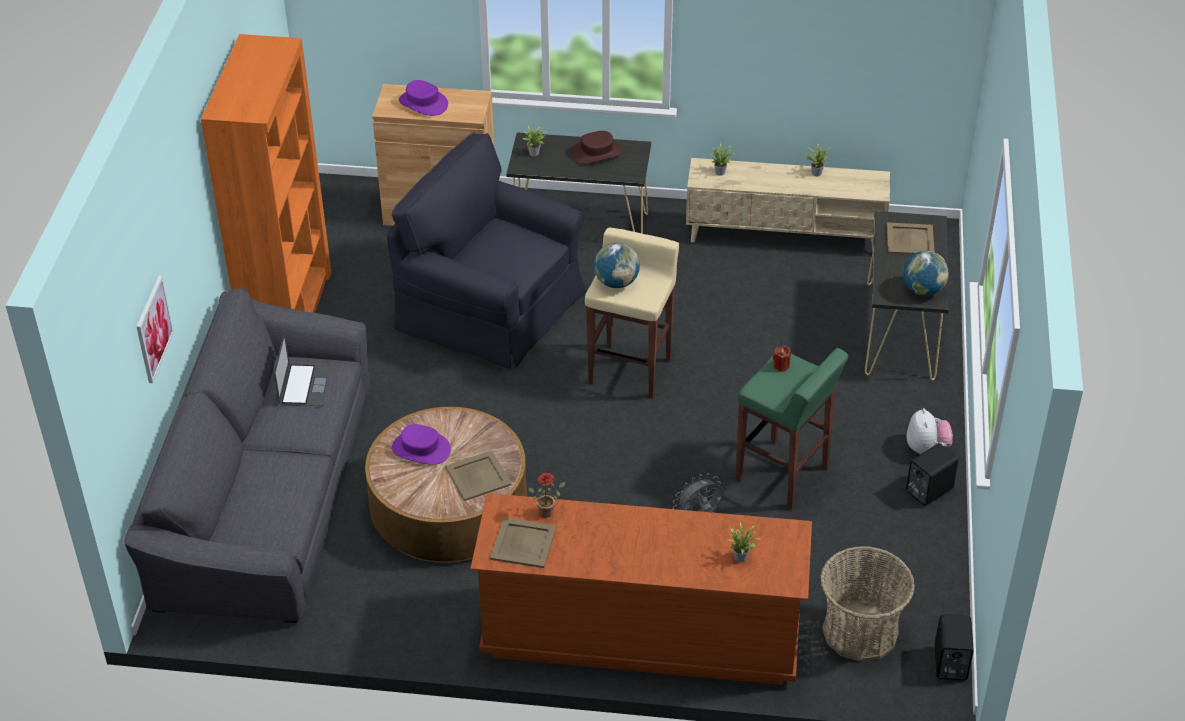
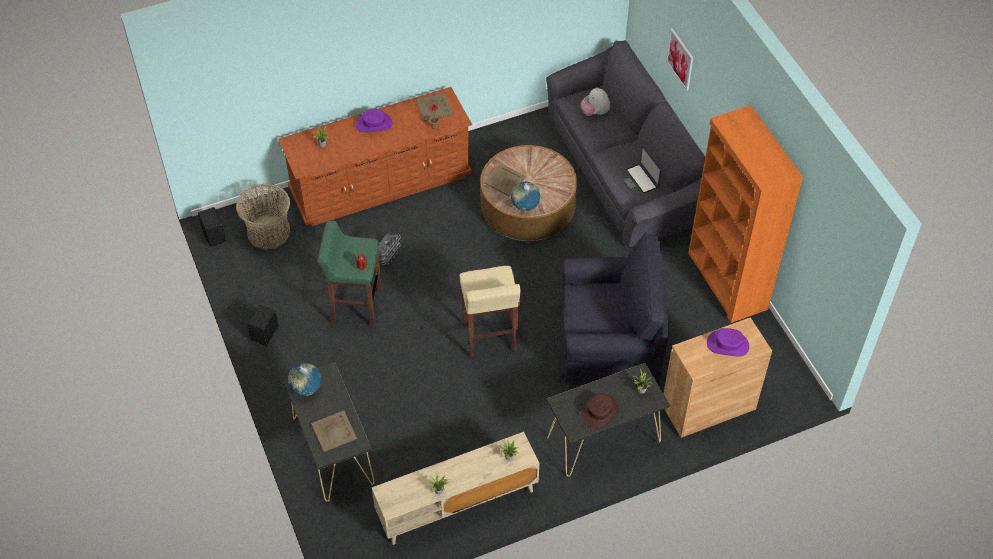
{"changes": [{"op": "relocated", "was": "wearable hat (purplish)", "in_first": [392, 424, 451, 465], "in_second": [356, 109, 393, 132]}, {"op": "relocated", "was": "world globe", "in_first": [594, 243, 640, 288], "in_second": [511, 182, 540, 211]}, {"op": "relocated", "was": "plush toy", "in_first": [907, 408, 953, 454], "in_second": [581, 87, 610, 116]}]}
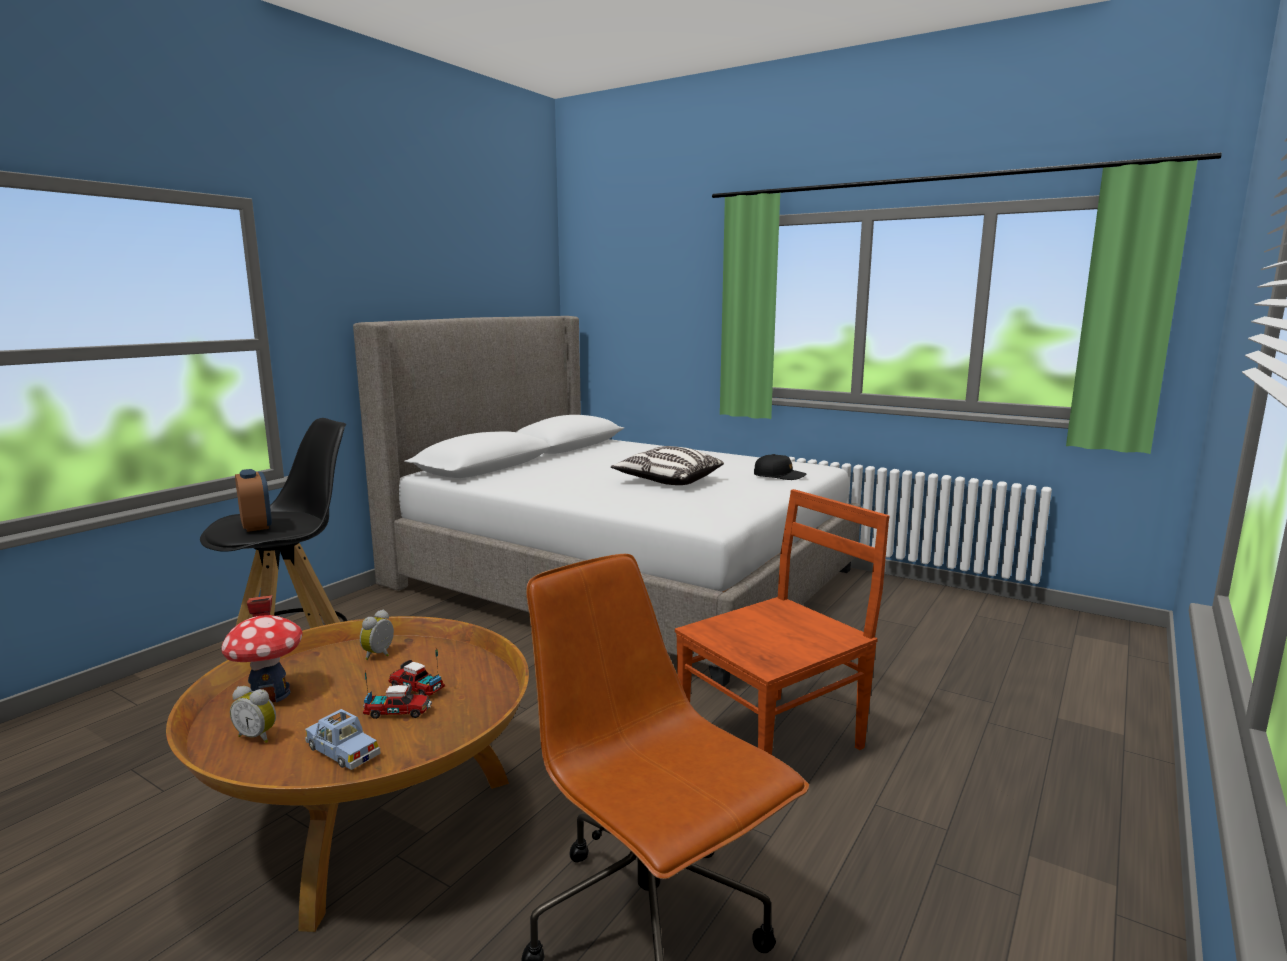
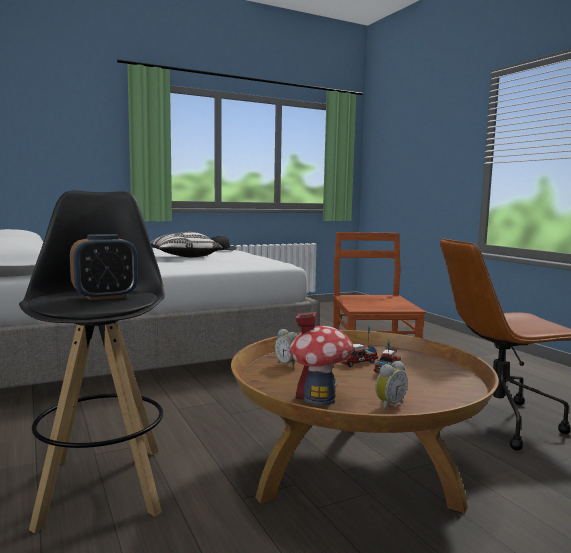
{"changes": [{"op": "spun", "was": "bedside clock", "in_first": [235, 469, 272, 532], "in_second": [70, 234, 138, 301], "clockwise": 150}, {"op": "missing", "was": "model car (blue-coloured)", "in_first": [305, 709, 381, 770]}]}
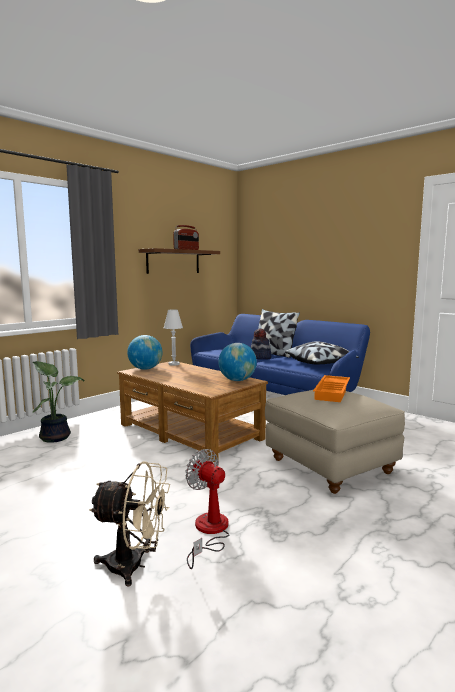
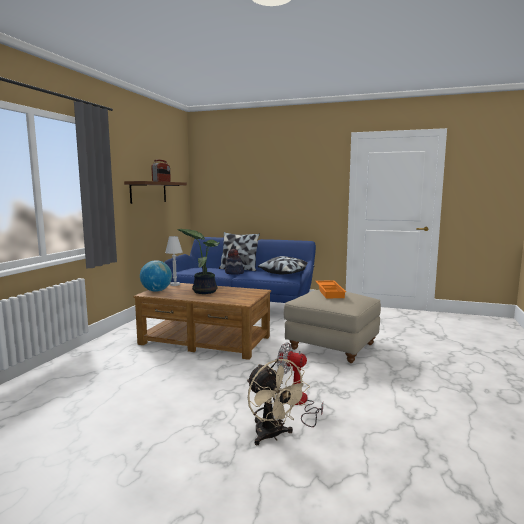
{"changes": [{"op": "relocated", "was": "houseplant", "in_first": [33, 361, 84, 443], "in_second": [178, 229, 220, 294]}, {"op": "spun", "was": "cooling fan (sand-coloured)", "in_first": [89, 461, 170, 587], "in_second": [247, 359, 310, 445], "clockwise": 75}, {"op": "missing", "was": "world globe", "in_first": [218, 343, 257, 381]}]}
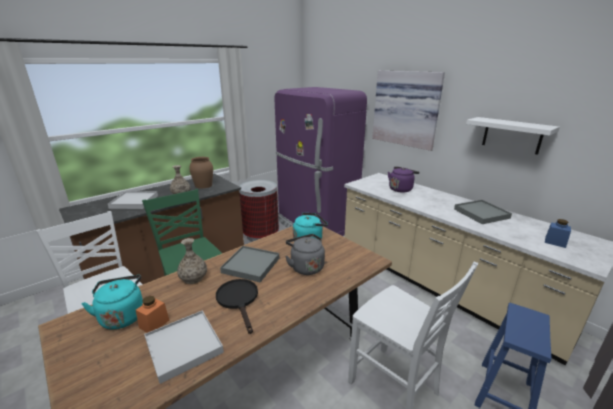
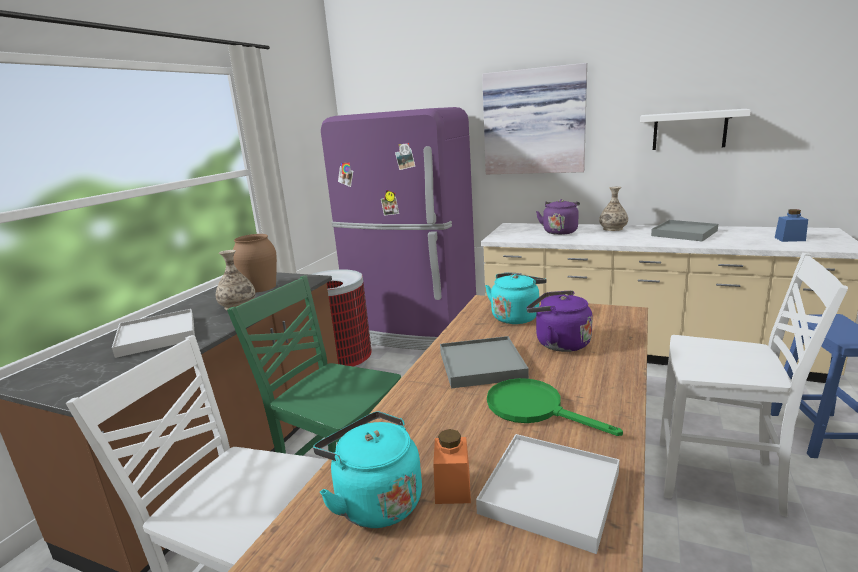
{"changes": [{"op": "colour", "was": "frying pan (black)", "now": "frying pan (green-coloured)", "in_first": [216, 279, 258, 334], "in_second": [487, 378, 623, 436]}, {"op": "colour", "was": "water kettle (grey)", "now": "water kettle (purplish)", "in_first": [285, 234, 325, 275], "in_second": [526, 290, 593, 352]}, {"op": "relocated", "was": "vase", "in_first": [177, 238, 207, 284], "in_second": [599, 187, 628, 231]}]}
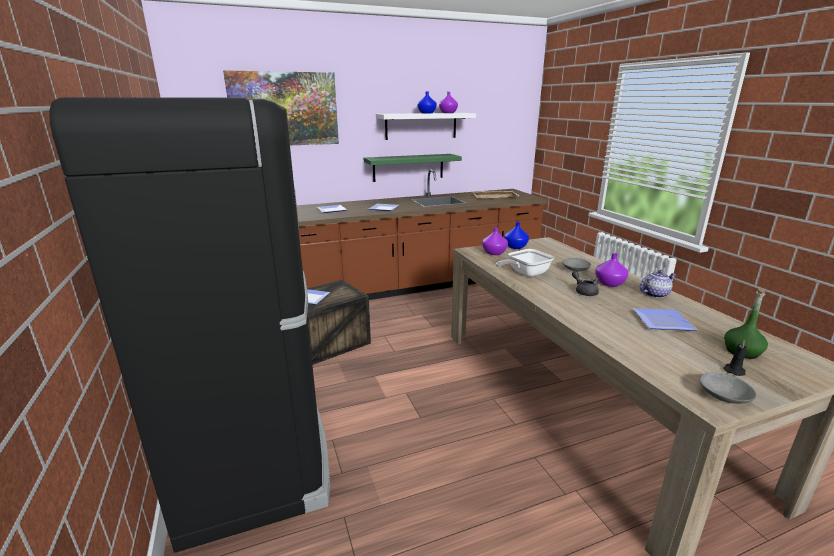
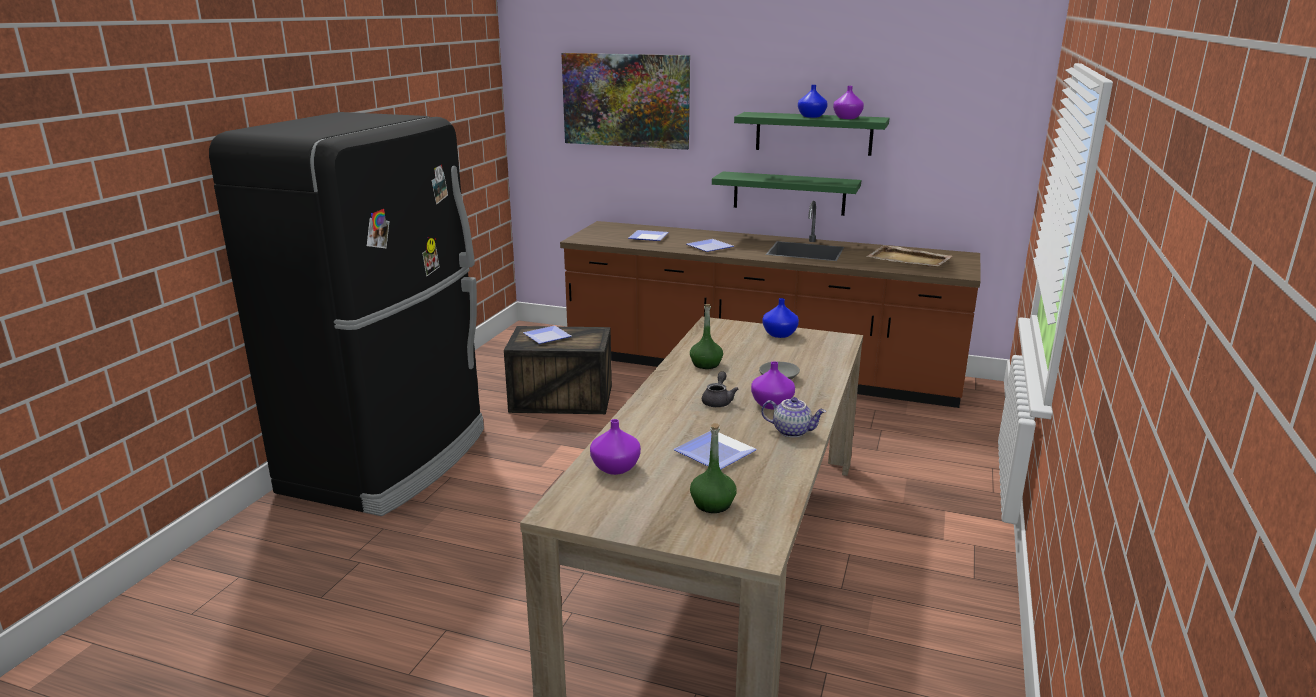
{"changes": [{"op": "relocated", "was": "vase (purplish)", "in_first": [482, 227, 508, 255], "in_second": [590, 419, 641, 475]}, {"op": "exchanged", "was": "frying pan", "now": "drink bottle (green-coloured)", "in_first": [496, 249, 554, 277], "in_second": [690, 304, 723, 369]}, {"op": "colour", "was": "shelf (white-coloured)", "now": "shelf (green-coloured)", "in_first": [376, 113, 476, 140], "in_second": [734, 112, 889, 156]}, {"op": "missing", "was": "serving bowl (grey)", "in_first": [699, 372, 757, 404]}, {"op": "missing", "was": "candle (black)", "in_first": [723, 340, 747, 376]}]}
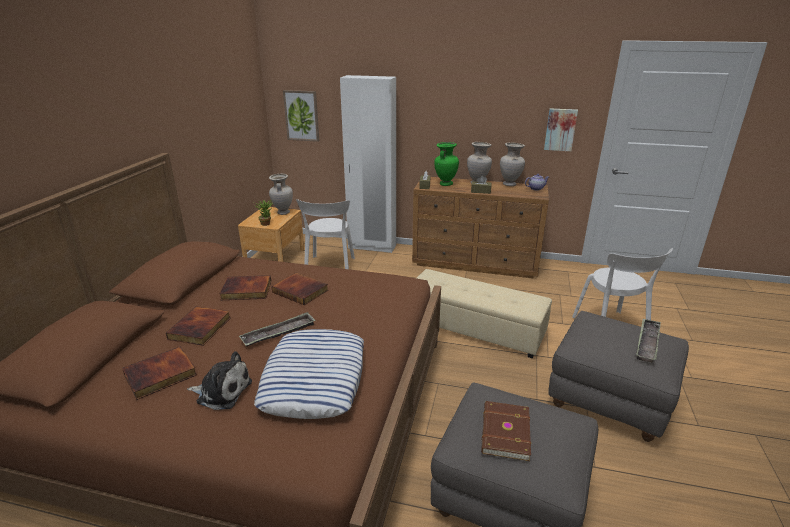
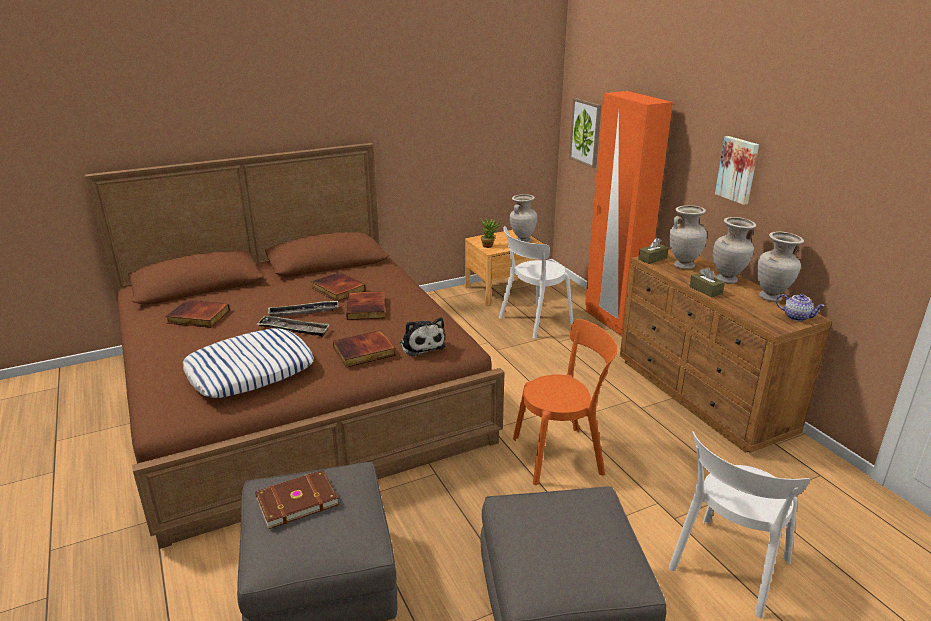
{"changes": [{"op": "relocated", "was": "tray", "in_first": [636, 319, 661, 363], "in_second": [267, 300, 338, 317]}, {"op": "relocated", "was": "volume", "in_first": [166, 306, 231, 346], "in_second": [333, 330, 396, 367]}, {"op": "relocated", "was": "plush toy", "in_first": [187, 351, 252, 410], "in_second": [400, 317, 445, 357]}, {"op": "exchanged", "was": "footrest (sand-coloured)", "now": "chair (orange)", "in_first": [417, 269, 552, 359], "in_second": [513, 319, 617, 485]}, {"op": "colour", "was": "wardrobe (white-coloured)", "now": "wardrobe (orange)", "in_first": [340, 75, 396, 253], "in_second": [585, 91, 673, 336]}, {"op": "colour", "was": "vase (green-coloured)", "now": "vase (sand-coloured)", "in_first": [434, 142, 459, 186], "in_second": [669, 205, 707, 269]}, {"op": "relocated", "was": "wall picture", "in_first": [544, 108, 578, 151], "in_second": [715, 136, 759, 205]}]}
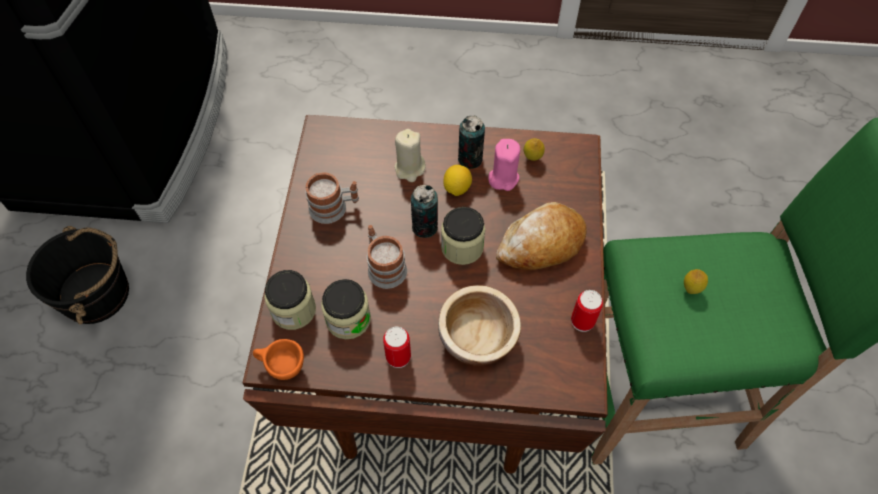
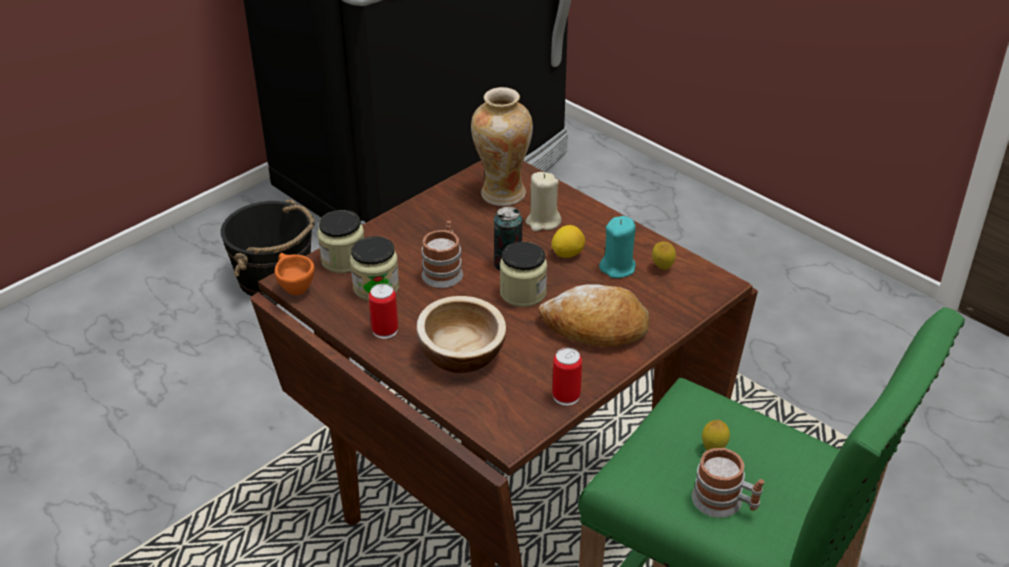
{"changes": [{"op": "appeared", "now": "vase", "in_second": [471, 87, 533, 206]}, {"op": "colour", "was": "candle (pink-coloured)", "now": "candle (turquoise)", "in_first": [488, 139, 520, 191], "in_second": [599, 216, 636, 278]}, {"op": "relocated", "was": "coffee mug", "in_first": [305, 172, 359, 224], "in_second": [692, 448, 764, 518]}, {"op": "missing", "was": "can", "in_first": [458, 116, 485, 169]}]}
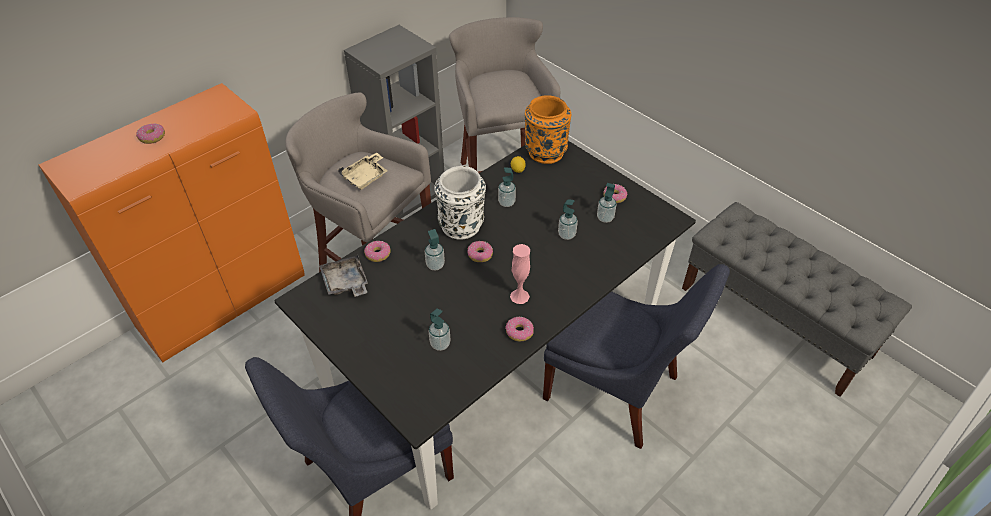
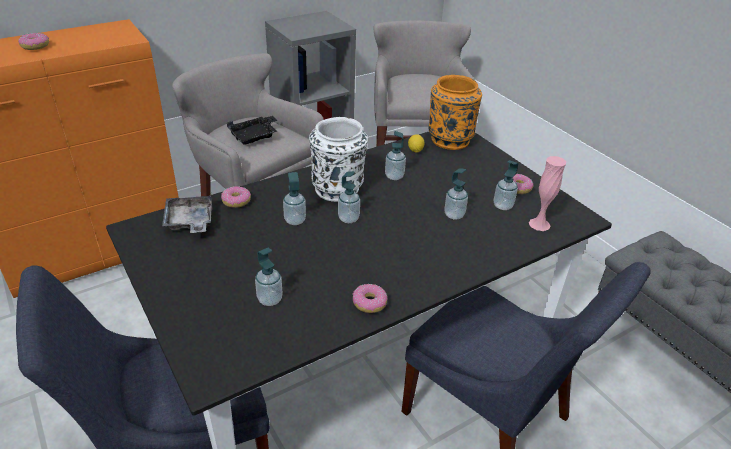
{"changes": [{"op": "colour", "was": "tray (sand-coloured)", "now": "tray (black)", "in_first": [338, 153, 388, 190], "in_second": [227, 116, 278, 145]}, {"op": "exchanged", "was": "ring doughnut", "now": "liquid soap bottle", "in_first": [467, 241, 493, 262], "in_second": [338, 171, 360, 223]}, {"op": "relocated", "was": "vase (pink-coloured)", "in_first": [510, 244, 530, 304], "in_second": [529, 156, 566, 231]}]}
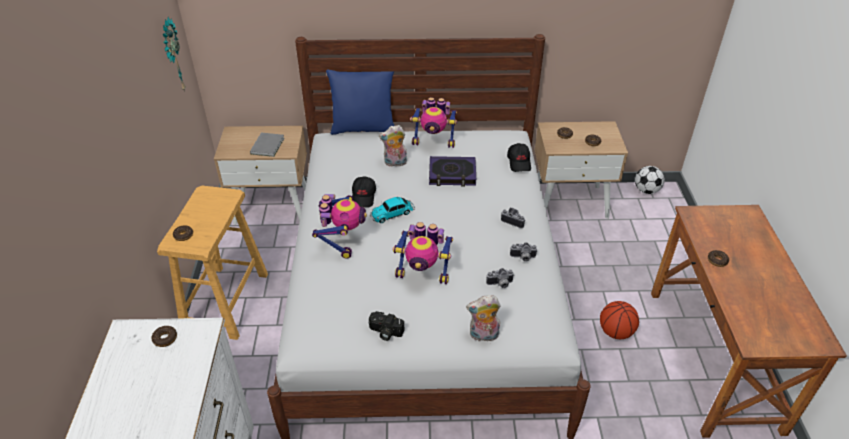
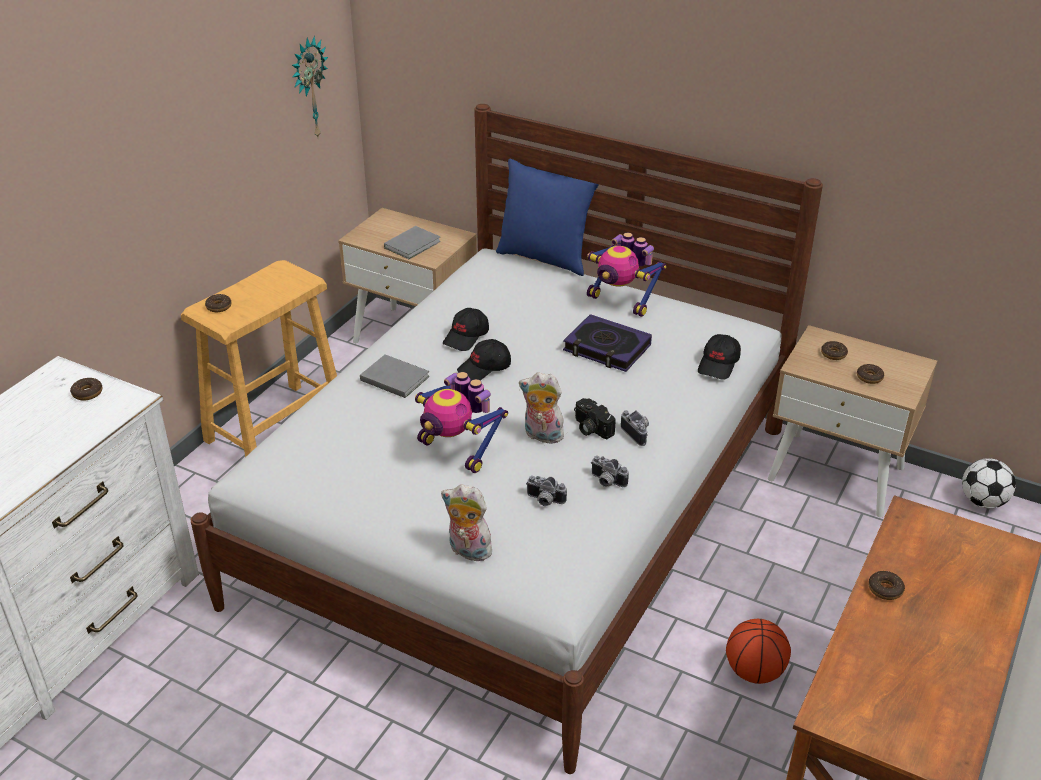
{"changes": [{"op": "exchanged", "was": "robot figure", "now": "volume (grey)", "in_first": [312, 194, 367, 259], "in_second": [360, 354, 430, 398]}, {"op": "exchanged", "was": "model car", "now": "peaked cap (black)", "in_first": [370, 197, 415, 223], "in_second": [457, 339, 511, 381]}, {"op": "relocated", "was": "plush toy", "in_first": [379, 125, 407, 167], "in_second": [519, 372, 564, 444]}, {"op": "relocated", "was": "photo camera", "in_first": [368, 311, 404, 341], "in_second": [574, 398, 616, 439]}]}
